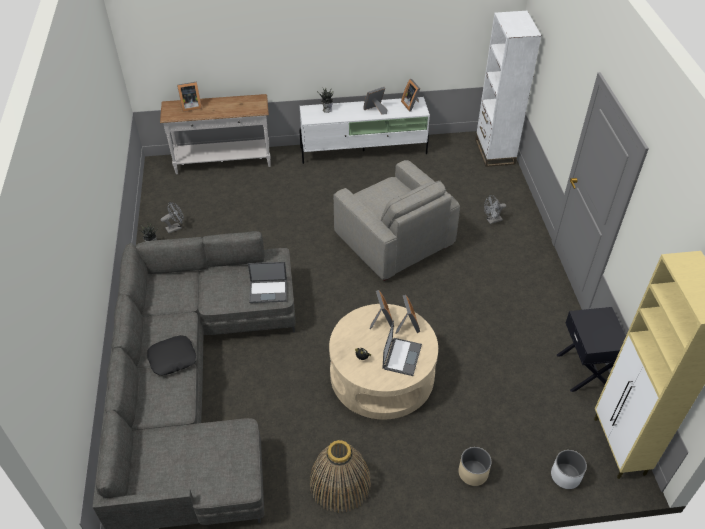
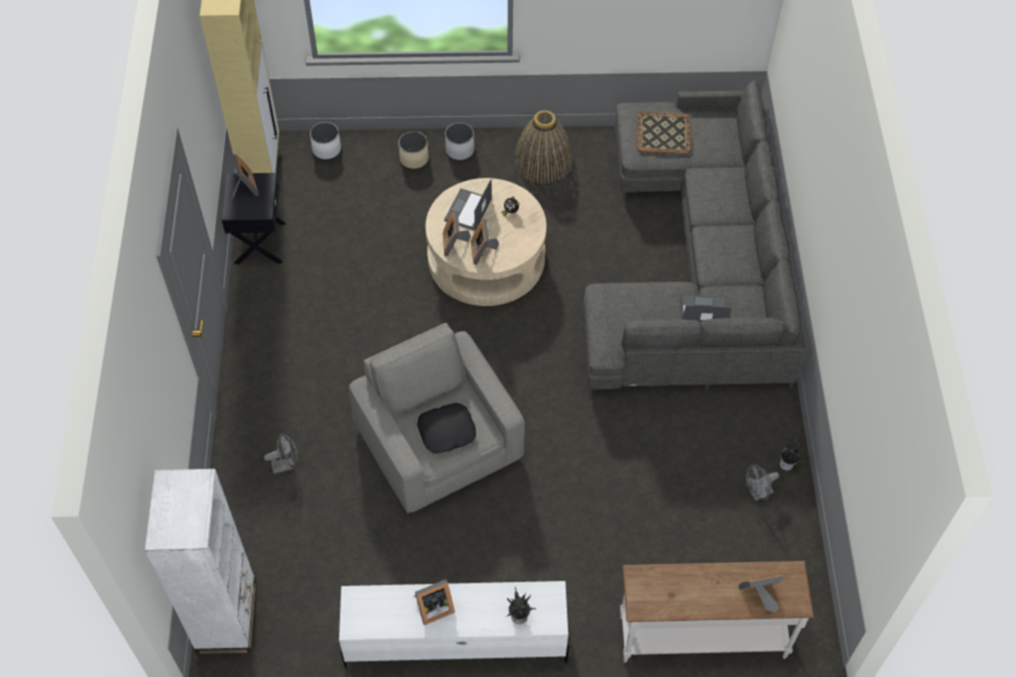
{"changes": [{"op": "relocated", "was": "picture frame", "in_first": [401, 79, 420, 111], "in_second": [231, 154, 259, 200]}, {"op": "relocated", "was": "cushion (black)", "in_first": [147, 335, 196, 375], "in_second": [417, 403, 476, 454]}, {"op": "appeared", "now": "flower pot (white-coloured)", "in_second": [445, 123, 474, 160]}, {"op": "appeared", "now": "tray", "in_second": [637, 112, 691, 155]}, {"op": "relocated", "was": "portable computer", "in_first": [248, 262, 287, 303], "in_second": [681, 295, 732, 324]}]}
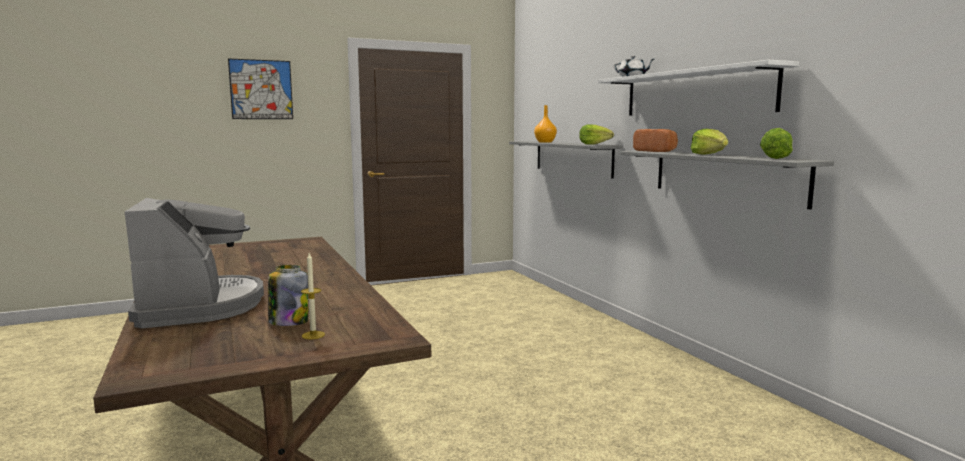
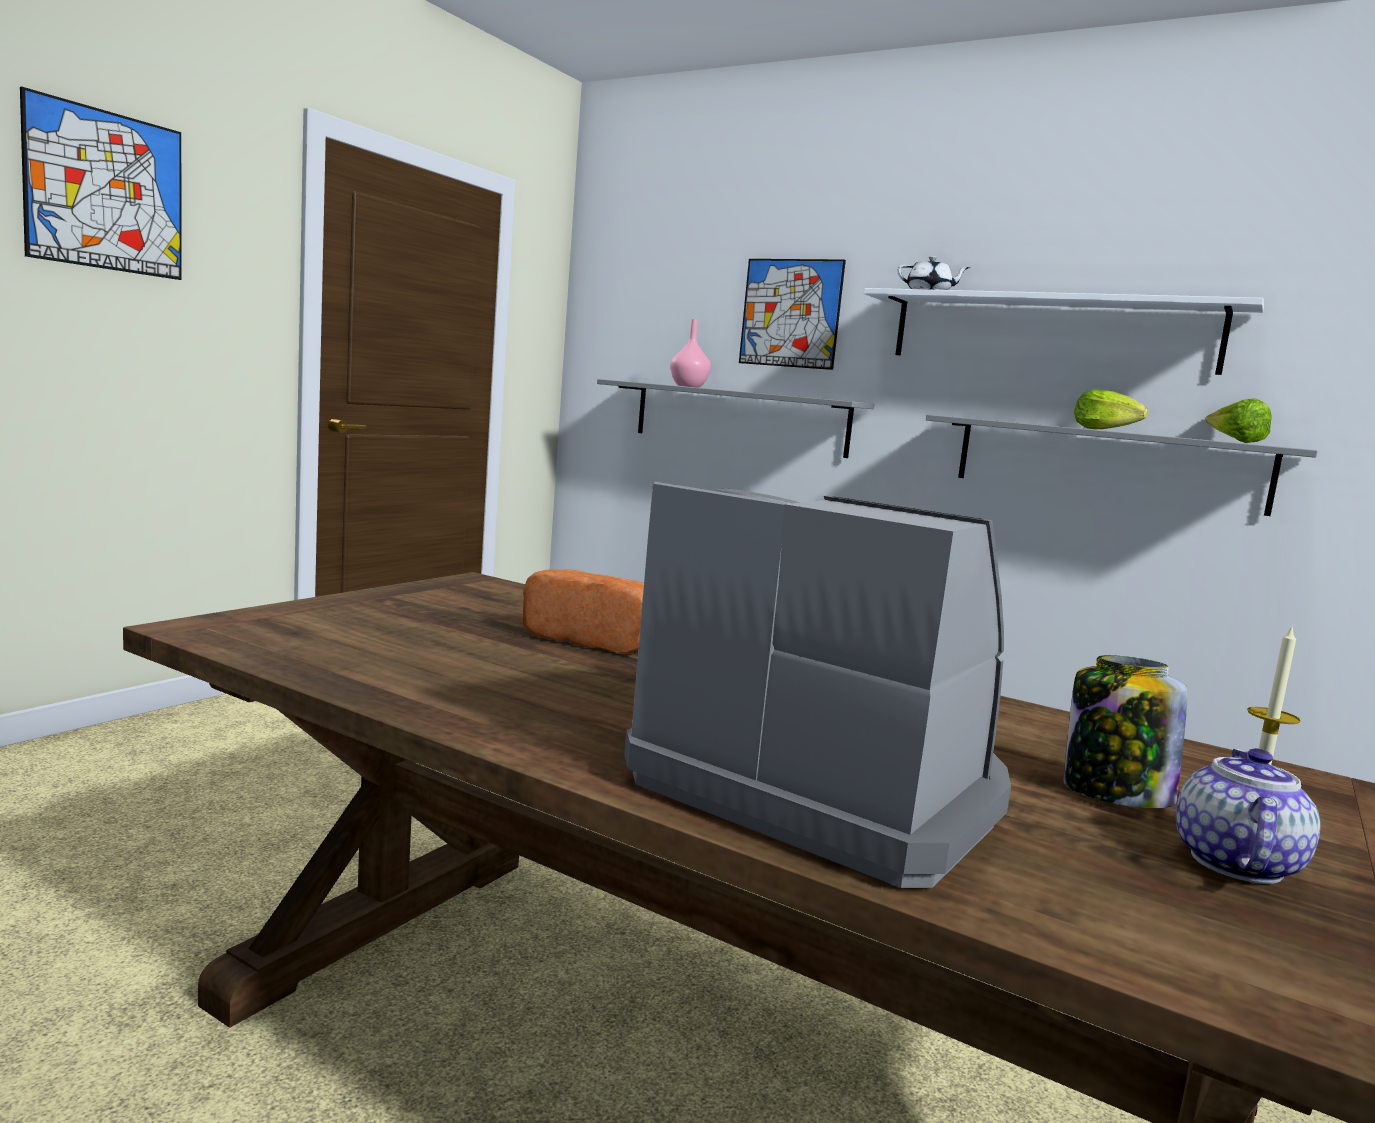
{"changes": [{"op": "relocated", "was": "bakery bread", "in_first": [633, 129, 678, 152], "in_second": [523, 569, 644, 654]}, {"op": "colour", "was": "vase (orange)", "now": "vase (pink-coloured)", "in_first": [534, 105, 557, 143], "in_second": [670, 319, 711, 388]}, {"op": "appeared", "now": "wall picture", "in_second": [739, 259, 846, 370]}, {"op": "appeared", "now": "tea pot", "in_second": [1176, 748, 1320, 884]}, {"op": "missing", "was": "head of lettuce", "in_first": [579, 124, 614, 145]}]}
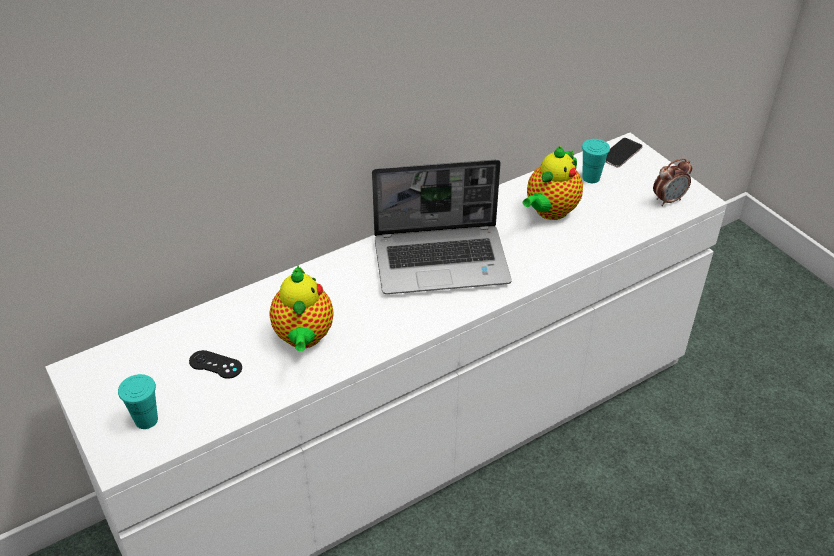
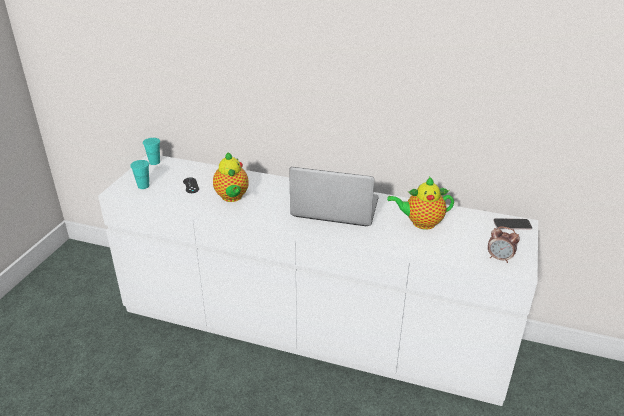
{"changes": [{"op": "relocated", "was": "drinking cup (turquoise)", "in_first": [582, 139, 610, 183], "in_second": [143, 138, 160, 165]}, {"op": "spun", "was": "tea pot", "in_first": [269, 265, 334, 351], "in_second": [213, 152, 249, 202], "clockwise": -60}, {"op": "spun", "was": "portable computer", "in_first": [372, 159, 512, 294], "in_second": [289, 167, 379, 226], "clockwise": 150}]}
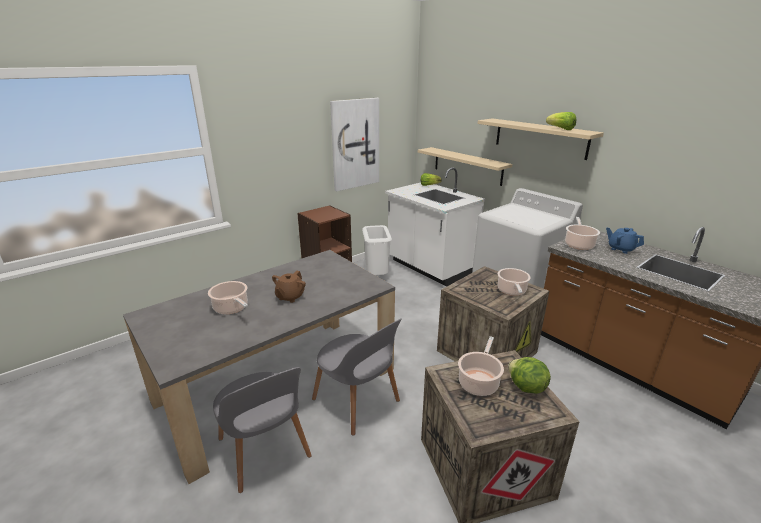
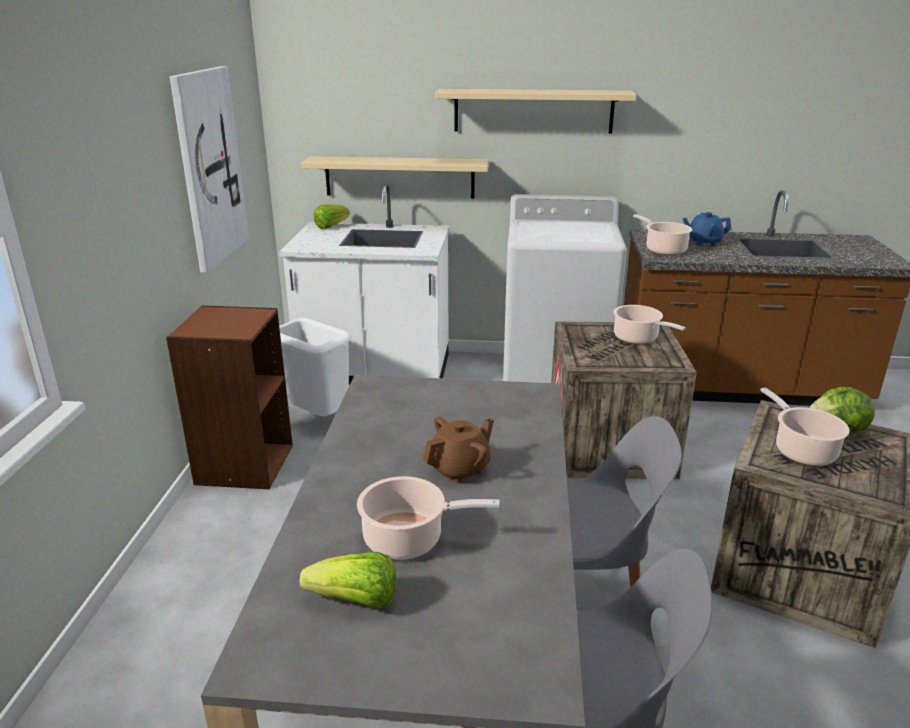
{"changes": [{"op": "relocated", "was": "head of lettuce", "in_first": [546, 112, 576, 130], "in_second": [299, 552, 396, 608]}, {"op": "spun", "was": "tea pot (brown-coloured)", "in_first": [272, 271, 306, 303], "in_second": [423, 417, 494, 483], "clockwise": -105}]}
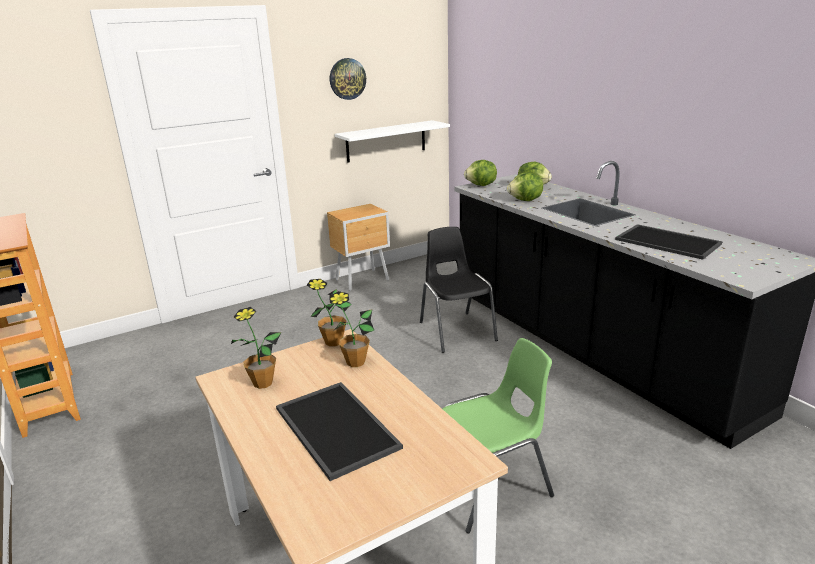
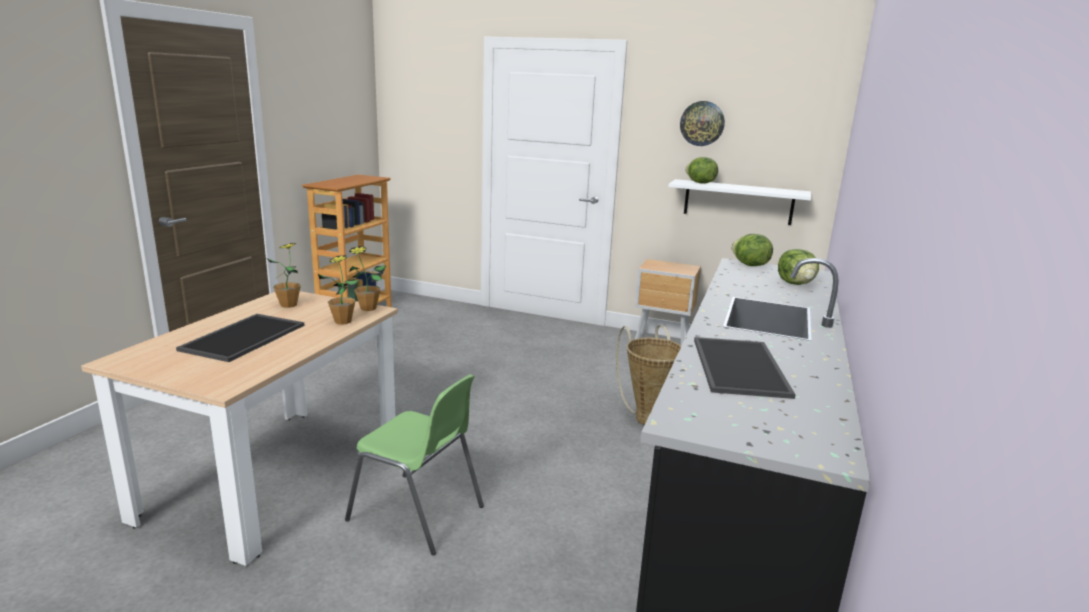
{"changes": [{"op": "exchanged", "was": "chair (black)", "now": "storage basket", "in_first": [420, 227, 498, 353], "in_second": [616, 325, 681, 425]}, {"op": "relocated", "was": "head of lettuce", "in_first": [507, 173, 543, 201], "in_second": [685, 157, 718, 184]}]}
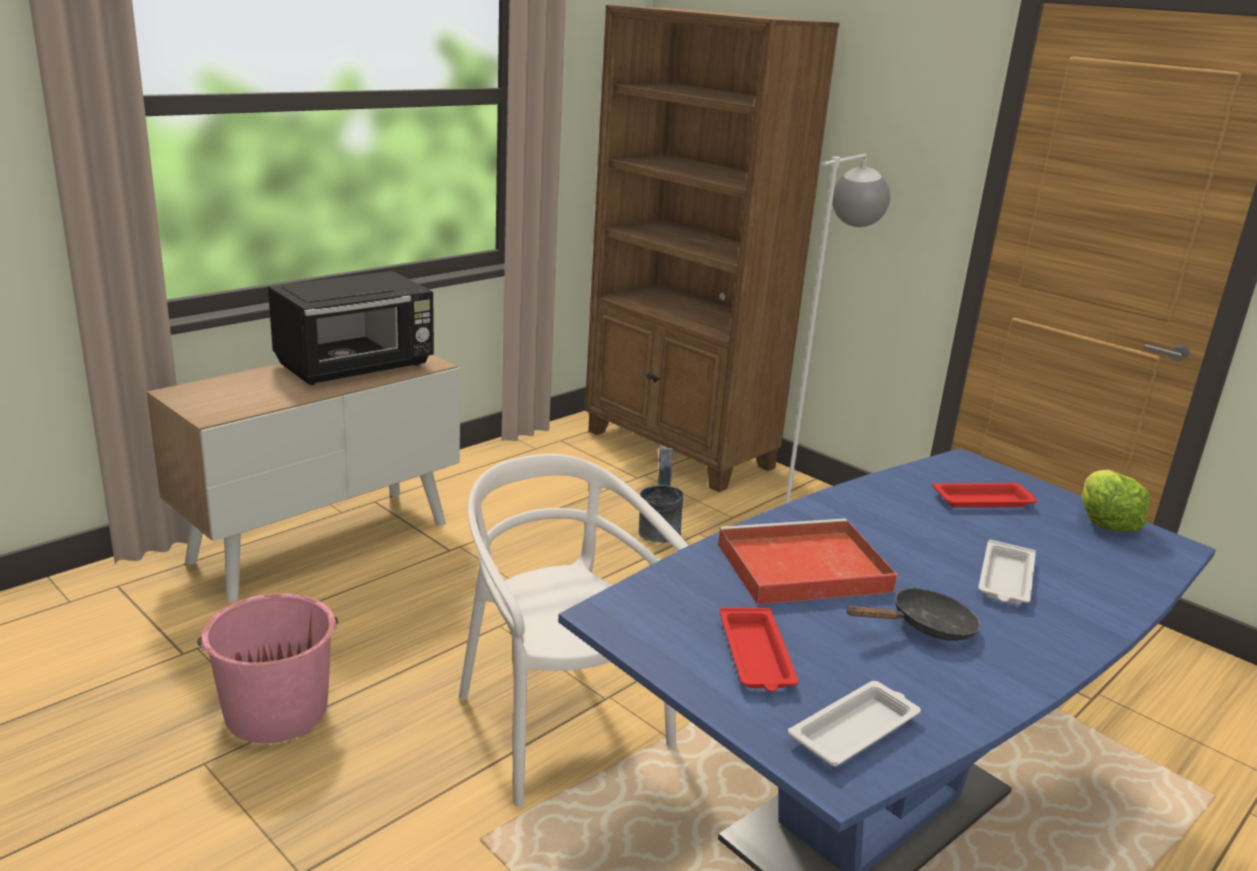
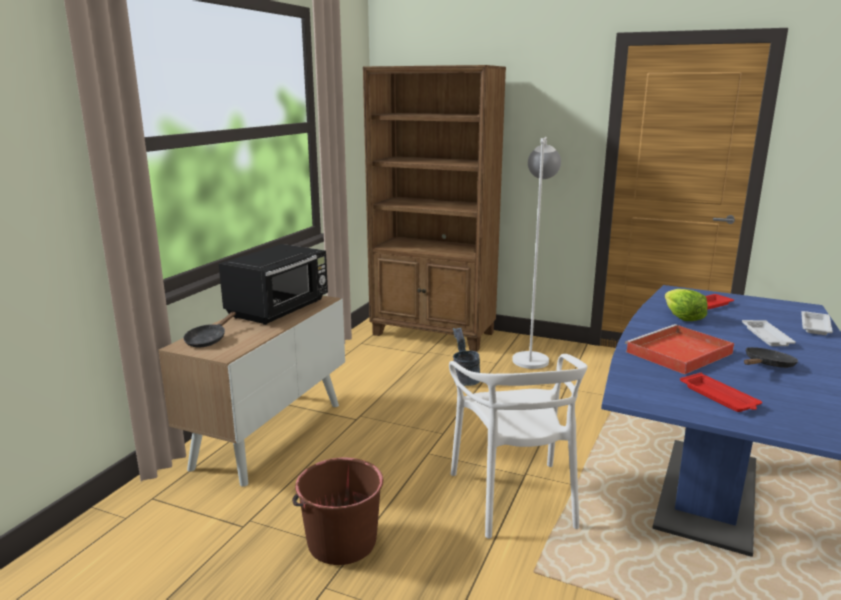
{"changes": [{"op": "appeared", "now": "frying pan (black)", "in_second": [183, 312, 236, 348]}, {"op": "colour", "was": "pail (pink-coloured)", "now": "pail (brown-coloured)", "in_first": [197, 593, 338, 743], "in_second": [292, 458, 383, 565]}, {"op": "spun", "was": "chair (white-coloured)", "in_first": [459, 454, 688, 807], "in_second": [449, 354, 588, 539], "clockwise": -135}, {"op": "relocated", "was": "head of lettuce", "in_first": [1081, 470, 1150, 532], "in_second": [665, 289, 708, 321]}, {"op": "relocated", "was": "tray (white-coloured)", "in_first": [788, 681, 921, 766], "in_second": [801, 311, 833, 335]}]}
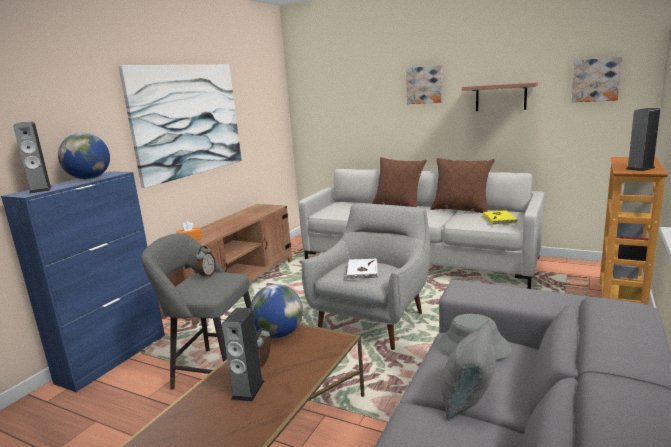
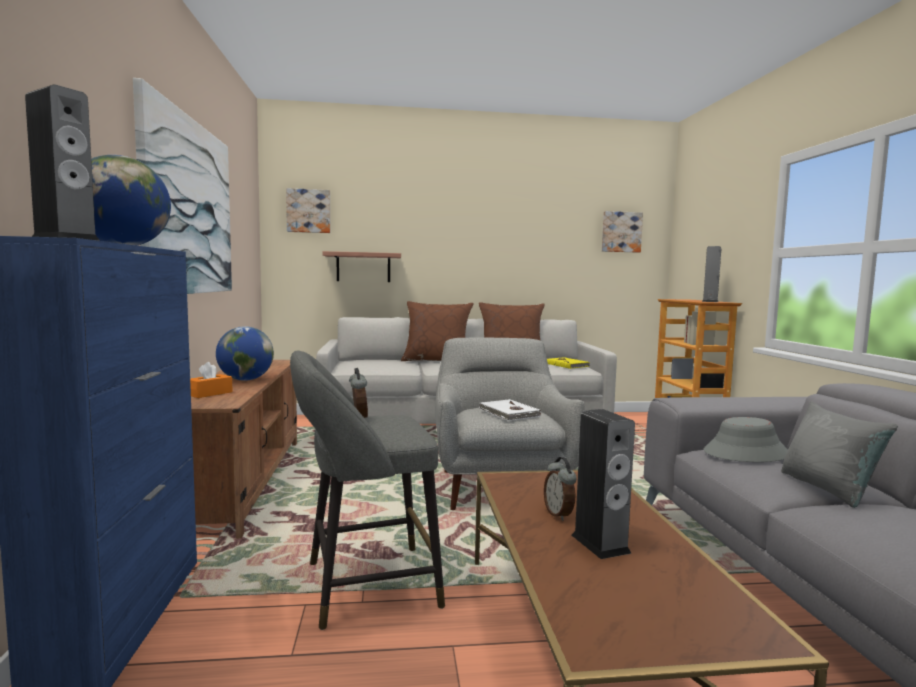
{"changes": [{"op": "relocated", "was": "world globe", "in_first": [250, 284, 303, 338], "in_second": [216, 326, 274, 381]}, {"op": "relocated", "was": "wall picture", "in_first": [406, 65, 442, 104], "in_second": [286, 188, 330, 233]}, {"op": "relocated", "was": "shelf", "in_first": [462, 82, 538, 111], "in_second": [323, 251, 401, 282]}]}
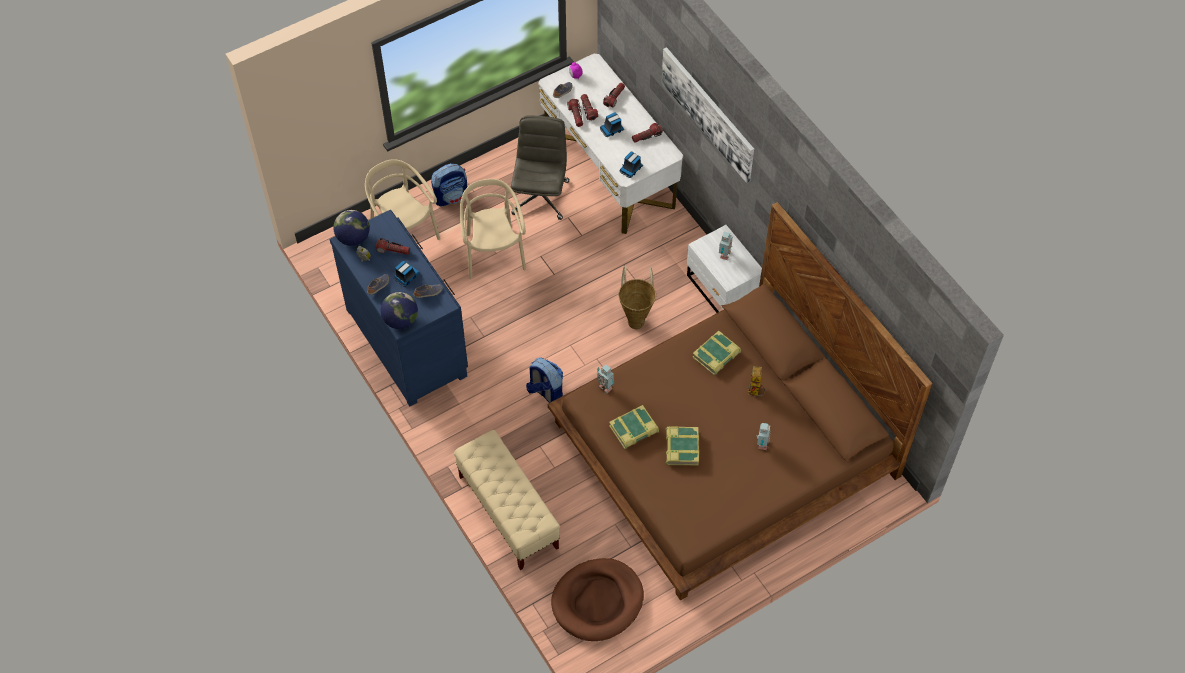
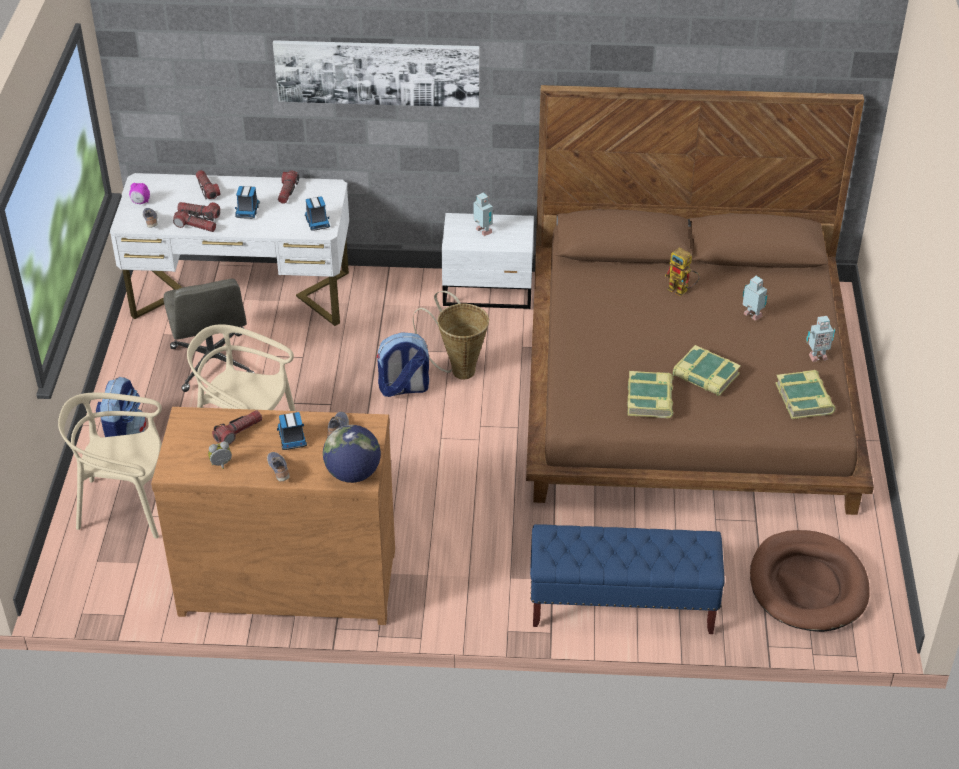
{"changes": [{"op": "colour", "was": "drawer chest (blue-coloured)", "now": "drawer chest (brown-coloured)", "in_first": [330, 210, 468, 406], "in_second": [151, 407, 395, 625]}, {"op": "spun", "was": "office chair (grey)", "in_first": [511, 115, 569, 220], "in_second": [163, 278, 255, 392], "clockwise": -150}, {"op": "relocated", "was": "knapsack", "in_first": [526, 357, 563, 403], "in_second": [377, 332, 429, 397]}, {"op": "colour", "was": "indoor bench (sand-coloured)", "now": "indoor bench (blue-coloured)", "in_first": [454, 430, 560, 570], "in_second": [530, 524, 725, 634]}, {"op": "relocated", "was": "volume", "in_first": [693, 331, 741, 375], "in_second": [776, 370, 836, 419]}, {"op": "relocated", "was": "robot figure", "in_first": [597, 364, 614, 394], "in_second": [807, 316, 835, 362]}, {"op": "missing", "was": "world globe", "in_first": [333, 210, 370, 246]}]}
